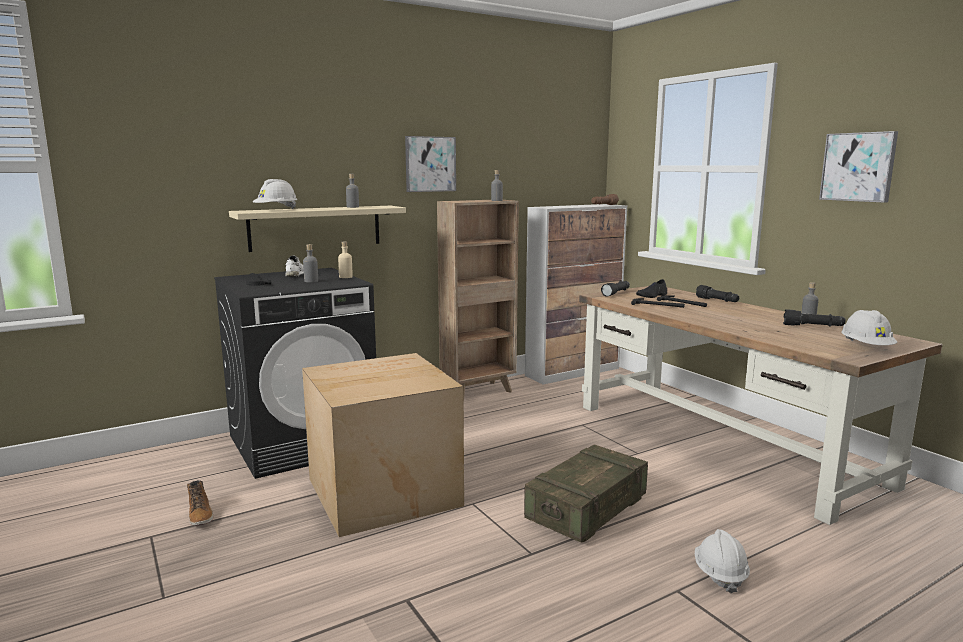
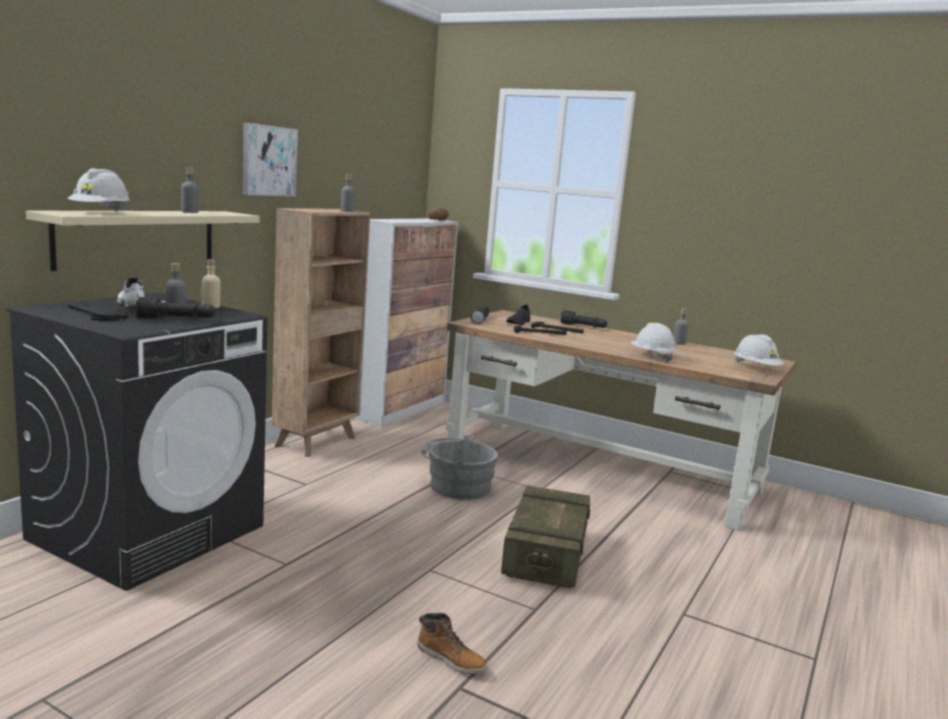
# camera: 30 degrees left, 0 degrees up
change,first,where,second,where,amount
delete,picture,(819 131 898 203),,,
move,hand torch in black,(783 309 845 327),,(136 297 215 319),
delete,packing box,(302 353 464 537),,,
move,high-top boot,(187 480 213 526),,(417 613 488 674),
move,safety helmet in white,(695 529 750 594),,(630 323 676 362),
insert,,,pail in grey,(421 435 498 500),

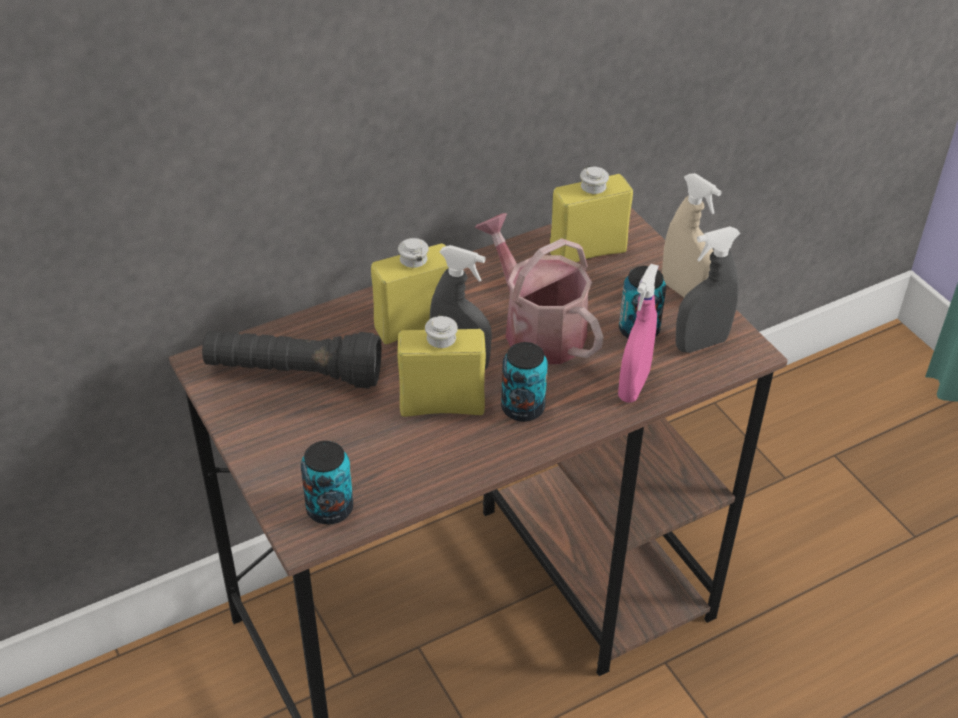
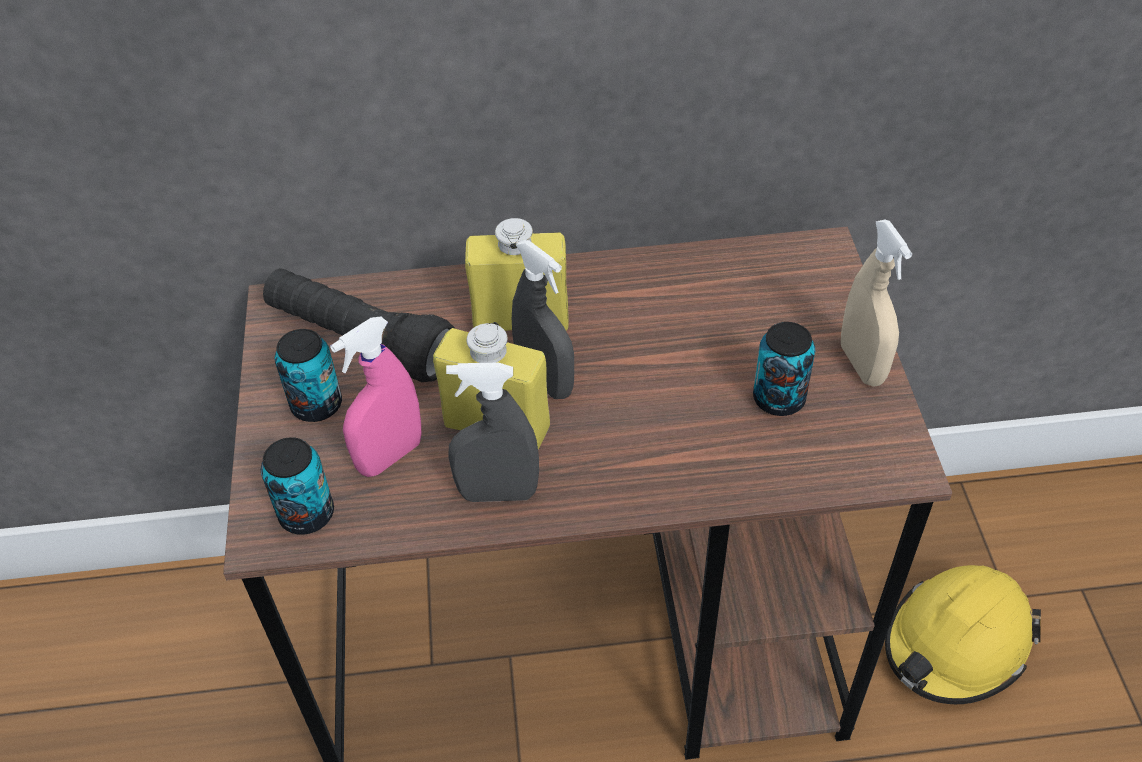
# camera: 25 degrees right, 5 degrees up
change,first,where,second,where,amount
delete,beverage bottle in yellowish,(550 166 633 262),,,
delete,sprinkling can,(474 213 604 364),,,
move,hand sprayer in grey,(675 226 740 353),,(446 363 539 502),
move,hand sprayer in pink,(618 264 659 403),,(330 316 421 477),
move,sealed can,(501 342 548 422),,(275 329 342 422),
insert,,,safety helmet in yellowish,(885 565 1041 704),

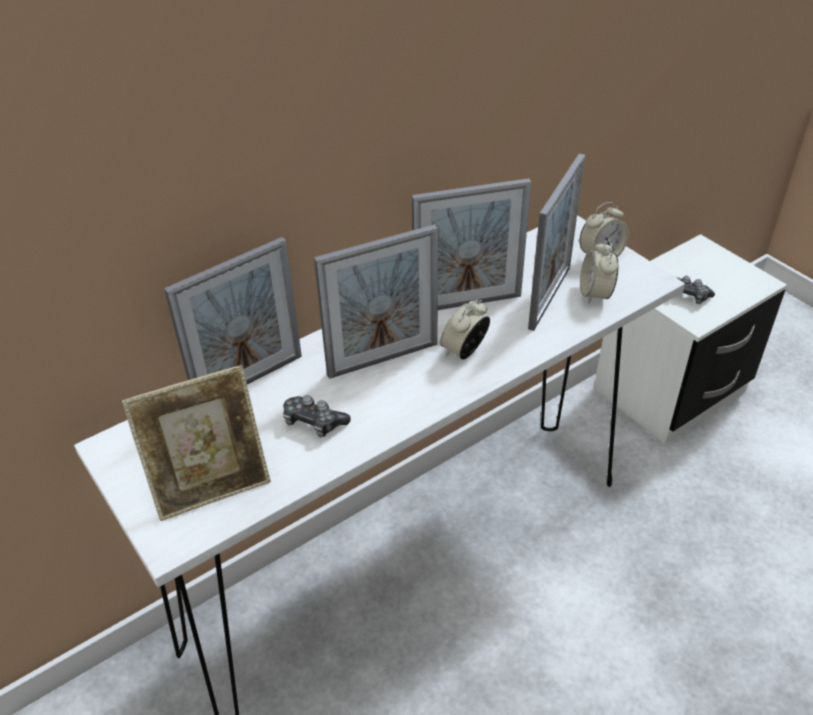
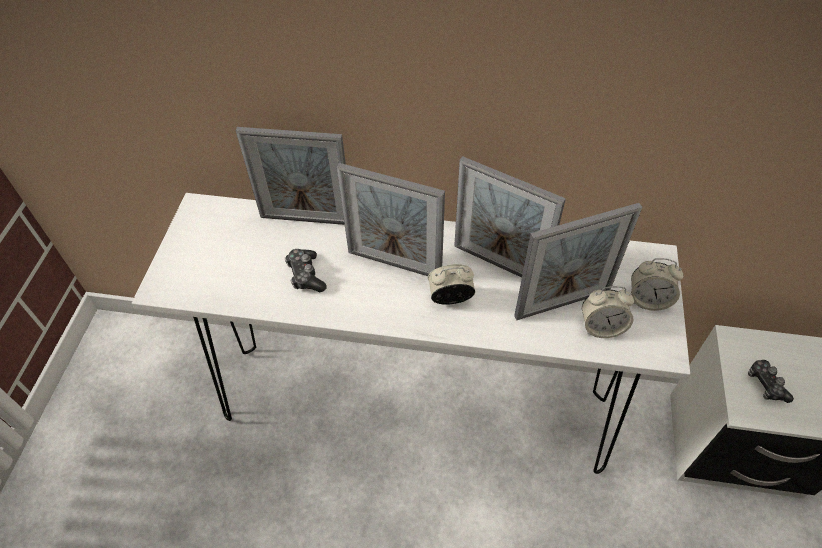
# camera: 45 degrees right, 10 degrees up
change,first,where,second,where,amount
rotate,bedside clock,(580 239 618 304),,(582 286 634 338),135 degrees counterclockwise
delete,standing frame,(122 365 271 521),,,

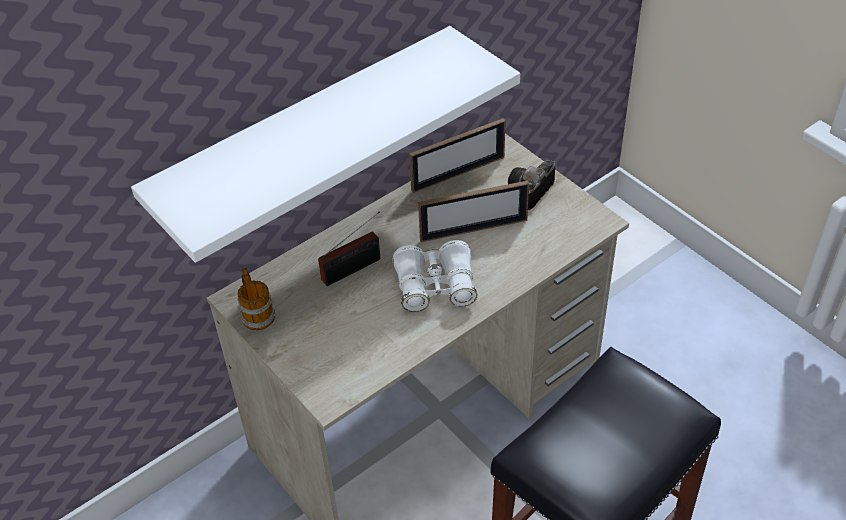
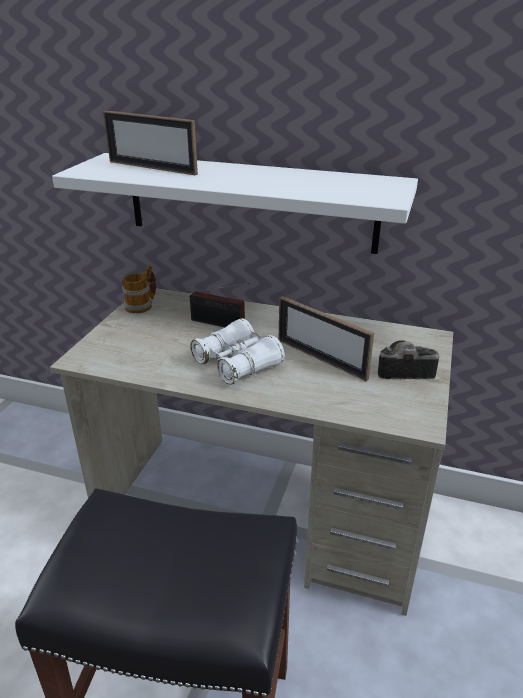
# camera: 55 degrees right, 15 degrees down
change,first,where,second,where,amount
move,standing frame,(409 118 506 193),,(103 111 198 175),

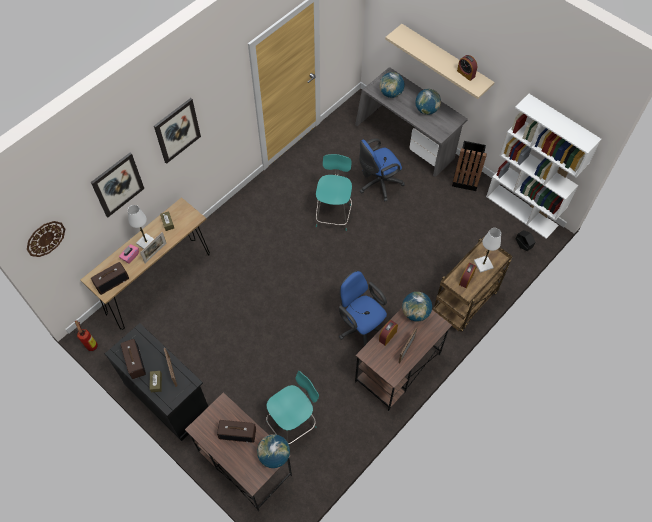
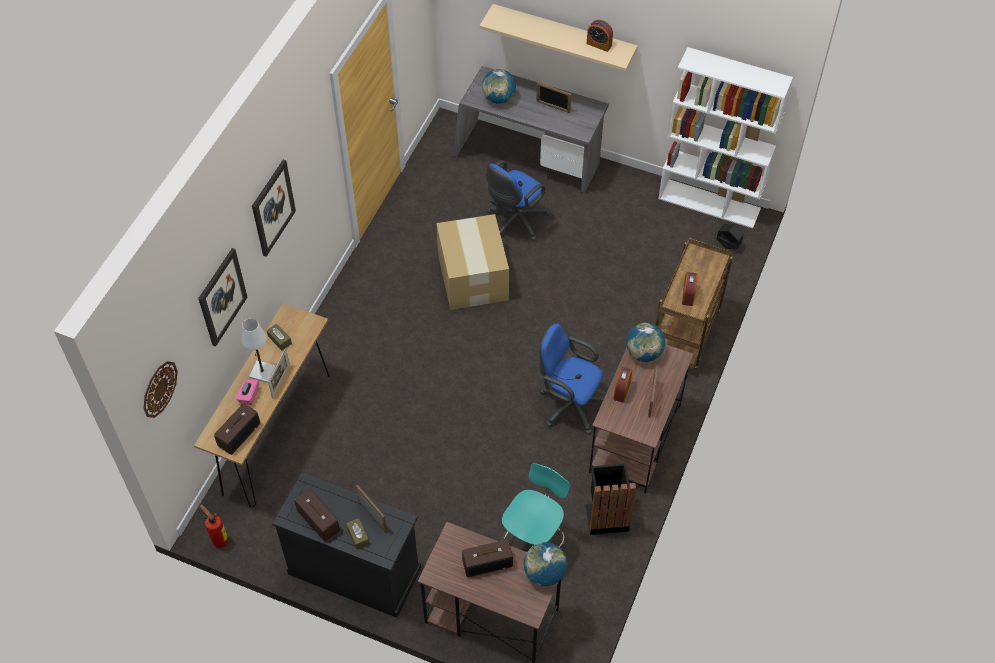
# camera: 20 degrees left, 5 degrees down
change,first,where,second,where,amount
replace,desk globe,(415 89 441 115),standing frame,(536 82 571 113),
move,waste bin in black,(452 141 487 191),,(585 463 636 535),
replace,chair in blue-green,(316 154 352 231),packing box,(436 214 509 310),
delete,table lamp in white,(474 228 501 273),,,

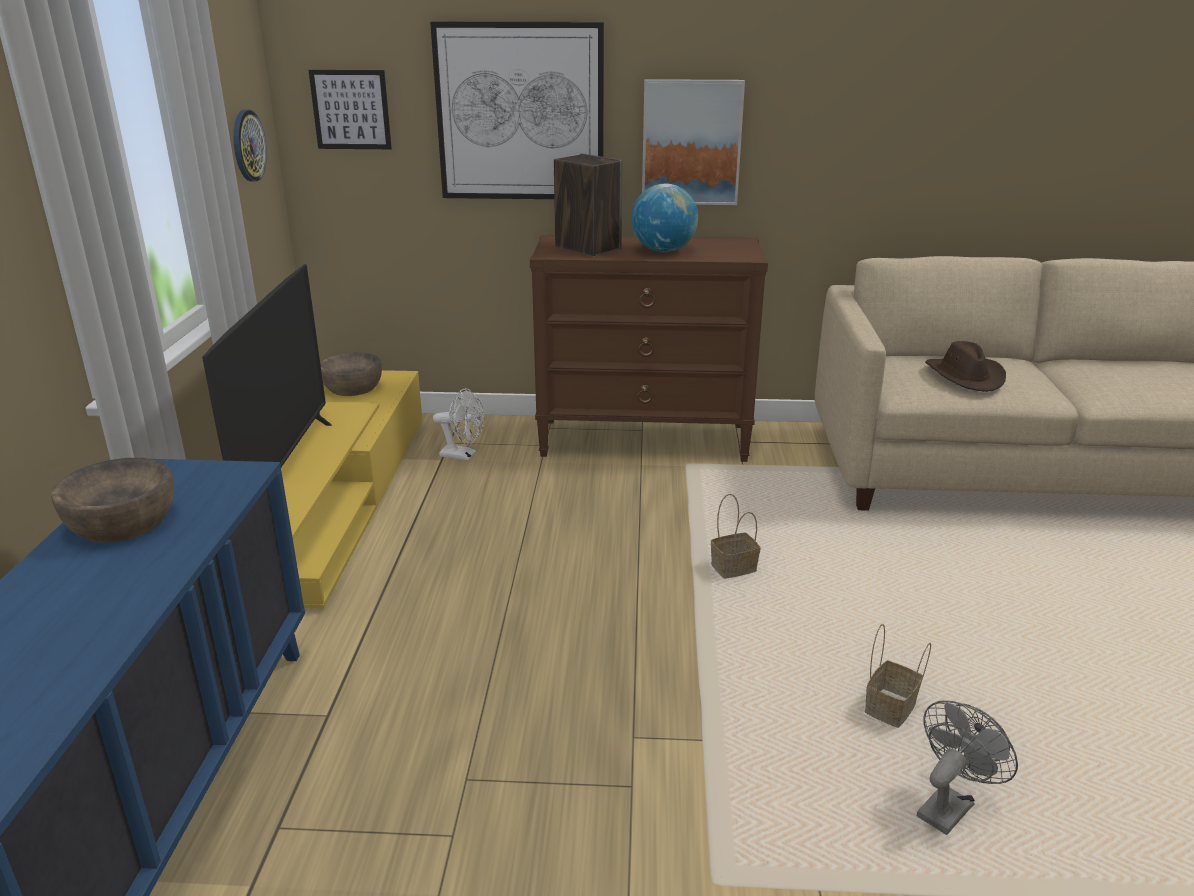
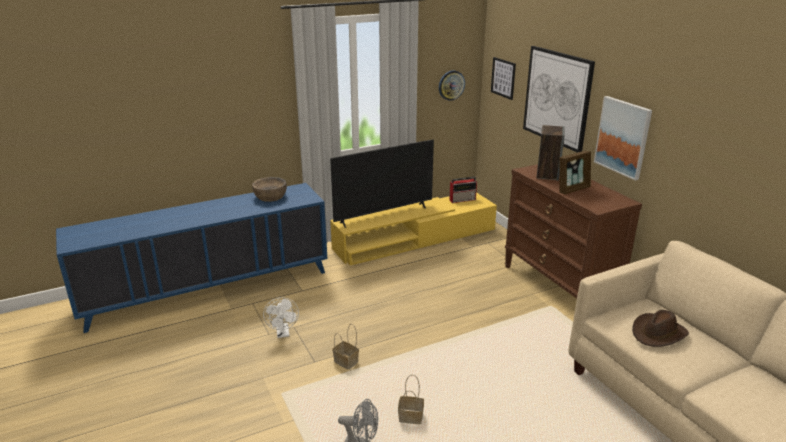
# camera: 60 degrees right, 0 degrees up
change,first,where,second,where,amount
replace,desk globe,(631 184 698 252),standing frame,(559 151 591 194),
replace,bowl in brown,(320 353 382 396),radio set,(449 177 477 203),
move,fan in white,(433 388 484 461),,(263 297 299 338),
move,basket,(711 494 760 579),,(333 324 359 370),

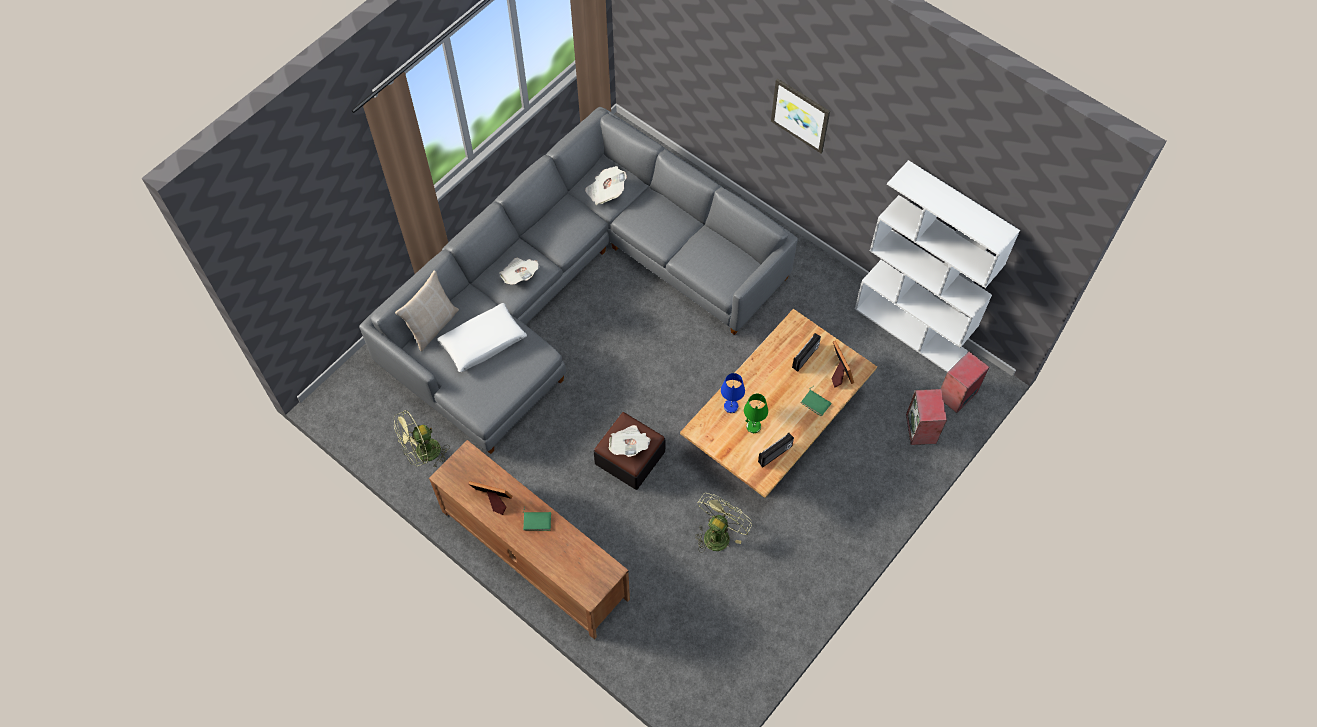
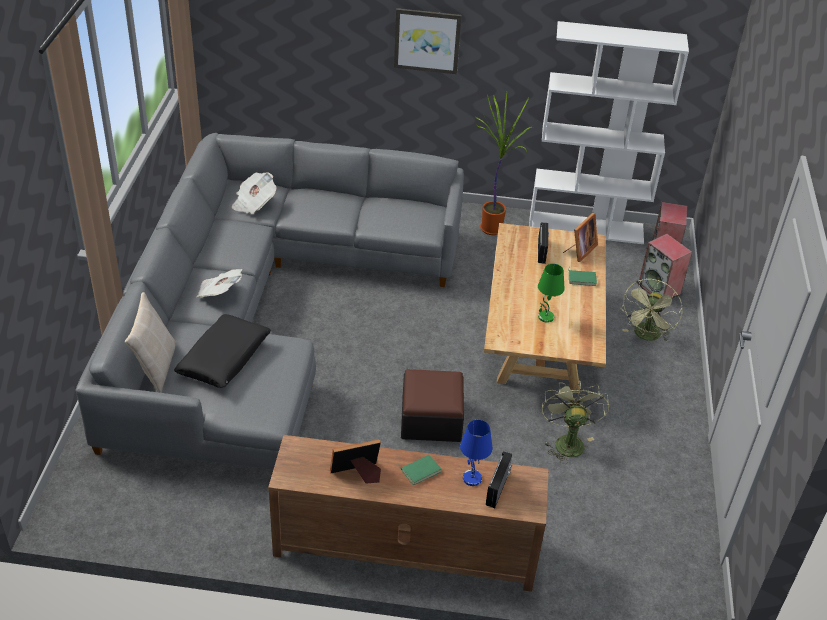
# camera: 35 degrees left, 20 degrees down
change,first,where,second,where,amount
recolor,cushion in white,(437 303 527 372),cushion in black,(174 314 271 388),
rotate,standing frame,(832 341 854 387),,(563 213 598 262),90 degrees clockwise
move,table lamp in bluish,(721 373 745 413),,(460 420 493 486),
move,fan in green,(394 410 449 468),,(622 279 683 342),
delete,printed paper,(609 425 651 457),,,
move,radio set,(758 433 794 467),,(486 451 512 508),
insert,,,houseplant,(476 92 535 235),

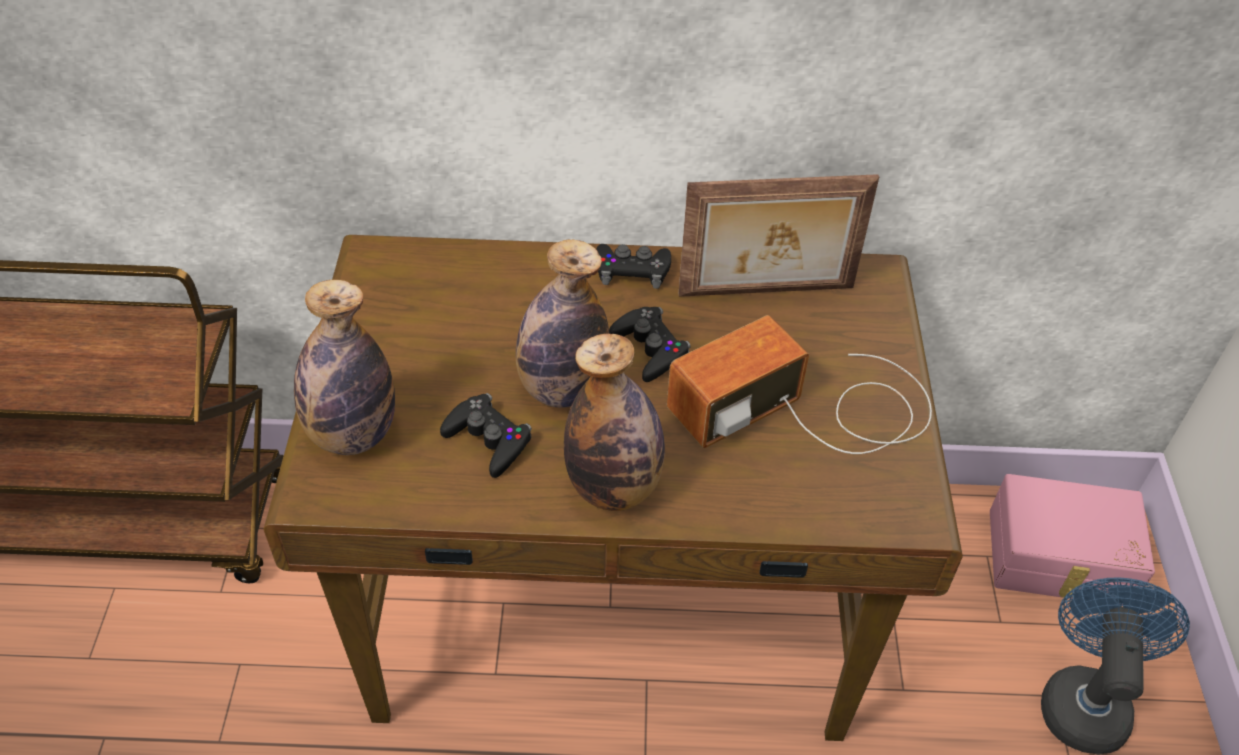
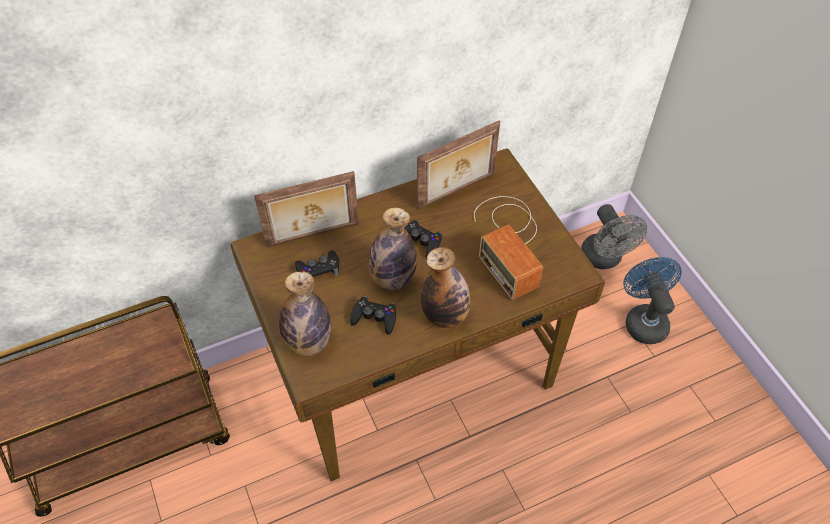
# camera: 25 degrees left, 5 degrees up
change,first,where,second,where,amount
move,game controller in black,(596 244 671 289),,(295 250 339 277),
rotate,radio set,(667 315 932 454),,(474 196 543 300),60 degrees counterclockwise
replace,storage container in pink,(990 474 1155 605),fan in grey,(581 204 647 269),
insert,,,standing frame,(254 171 359 247),

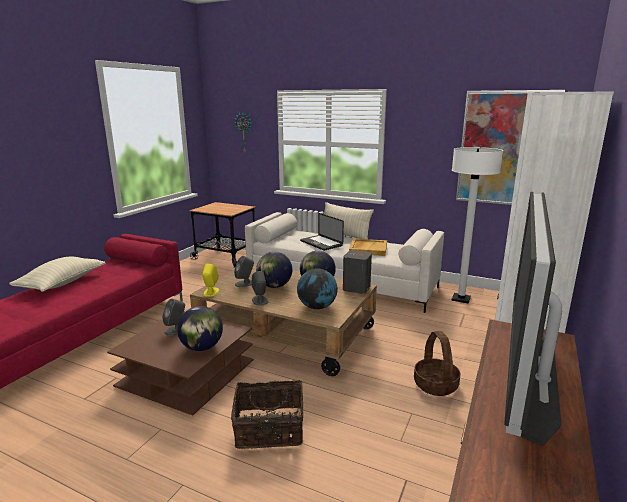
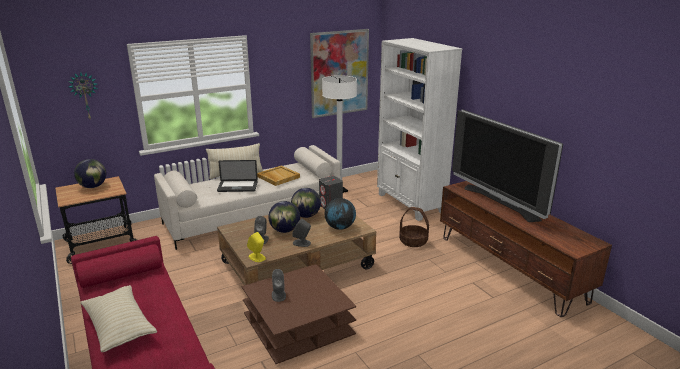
# camera: 55 degrees left, 5 degrees up
change,first,where,second,where,amount
move,desk globe,(177 306 223 351),,(74 159 106 188),
delete,basket,(231 380 303 449),,,

